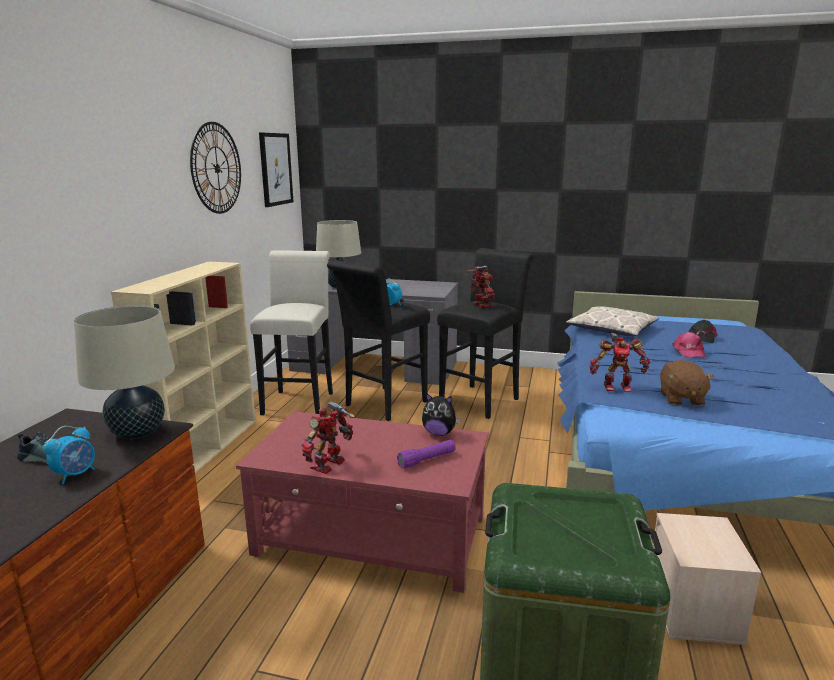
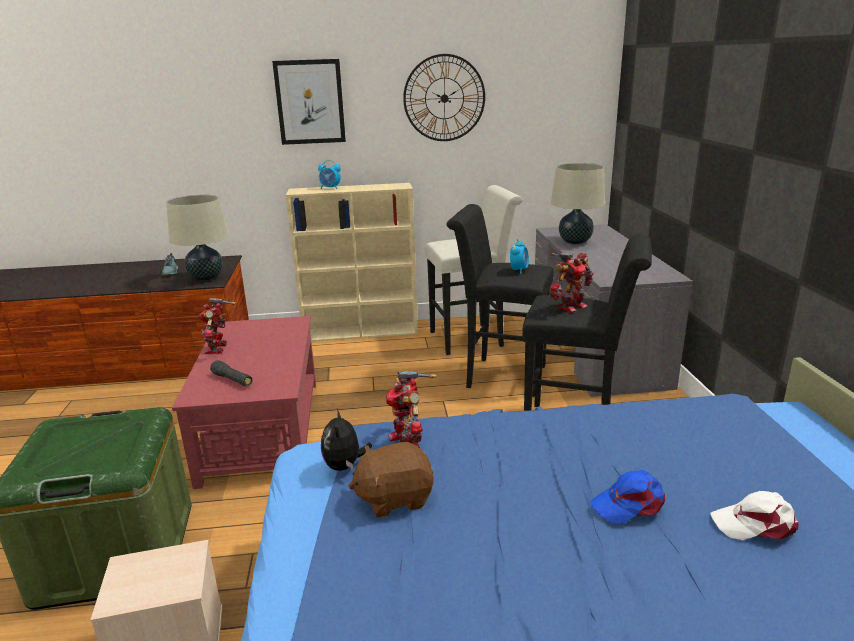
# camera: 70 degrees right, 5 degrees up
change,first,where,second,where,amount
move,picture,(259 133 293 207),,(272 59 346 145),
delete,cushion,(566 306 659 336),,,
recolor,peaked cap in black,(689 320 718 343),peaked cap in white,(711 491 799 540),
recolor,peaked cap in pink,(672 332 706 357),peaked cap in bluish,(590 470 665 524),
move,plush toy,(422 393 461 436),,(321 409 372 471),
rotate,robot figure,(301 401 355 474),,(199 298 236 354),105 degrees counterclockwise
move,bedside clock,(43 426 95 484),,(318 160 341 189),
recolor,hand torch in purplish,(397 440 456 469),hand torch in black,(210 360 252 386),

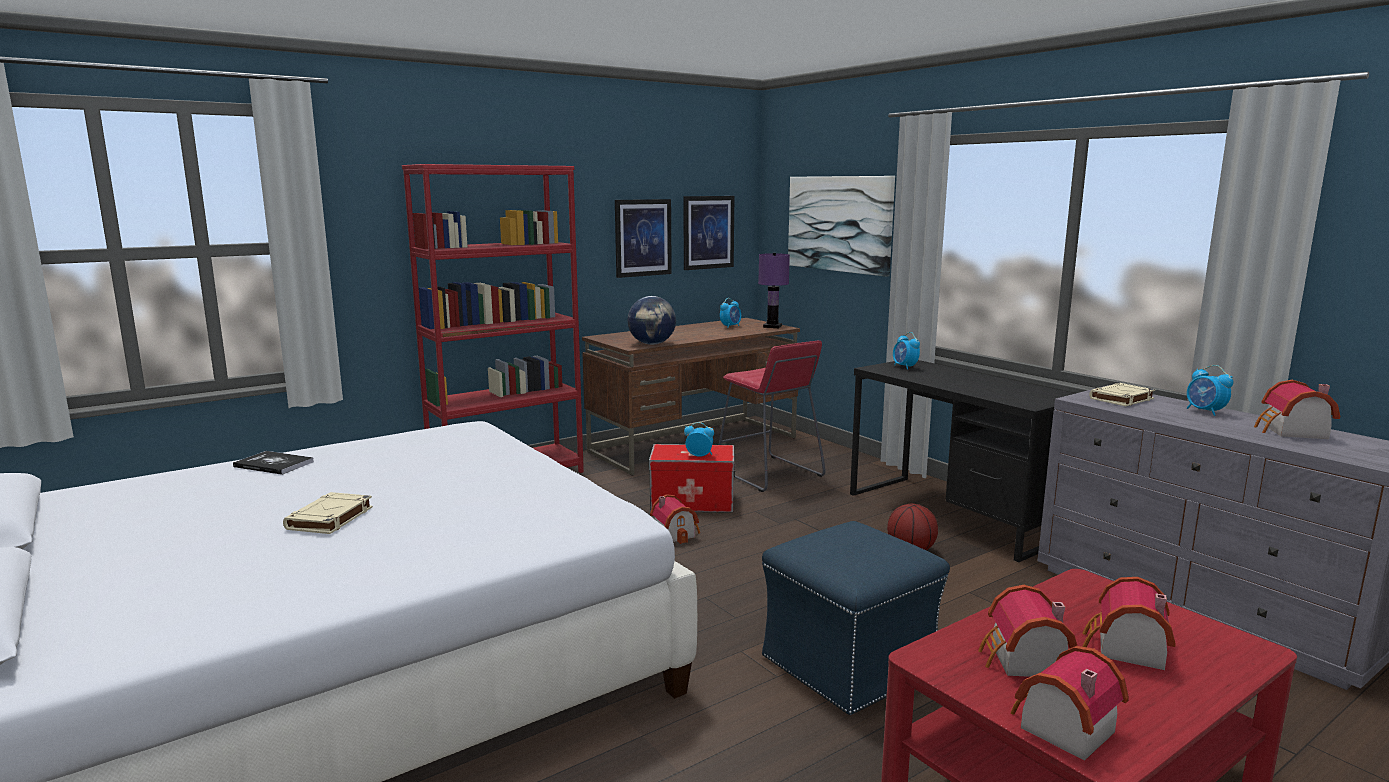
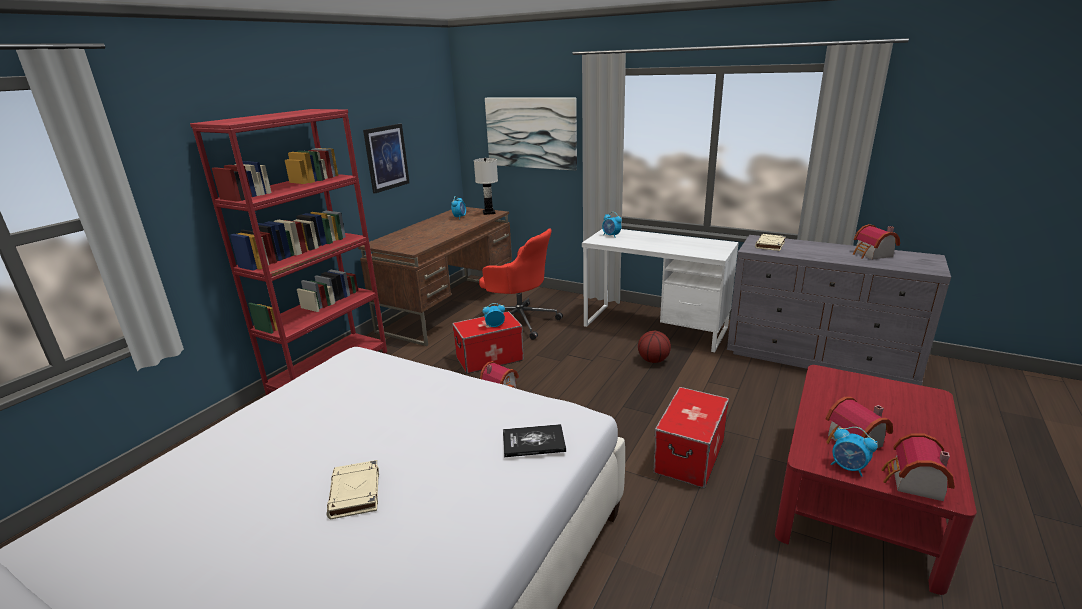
# camera: 25 degrees left, 10 degrees up
change,first,where,second,where,amount
delete,picture,(684 196 734 270),,,
recolor,table lamp in purplish,(758 253 790 328),table lamp in white,(474 158 498 215),
delete,desk globe,(628 296 676 345),,,
replace,sitting stool in red,(719 340 826 492),office chair in red,(479 228 563 340),
recolor,desk table in black,(850 360 1076 562),desk table in white,(582 229 739 352),
move,bedside clock,(1187 365 1233 416),,(831 427 877 477),
move,volume,(233 451 314 475),,(503 424 566 457),
replace,footrest in bluish,(762 521 950 715),storage container,(653 387 729 488),
delete,toy house,(1082 577 1176 670),,,

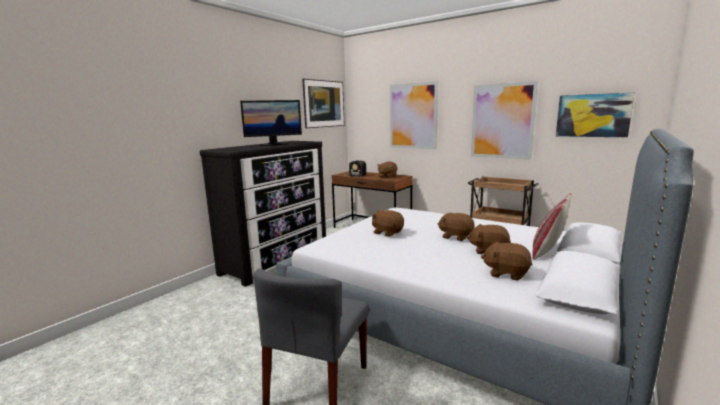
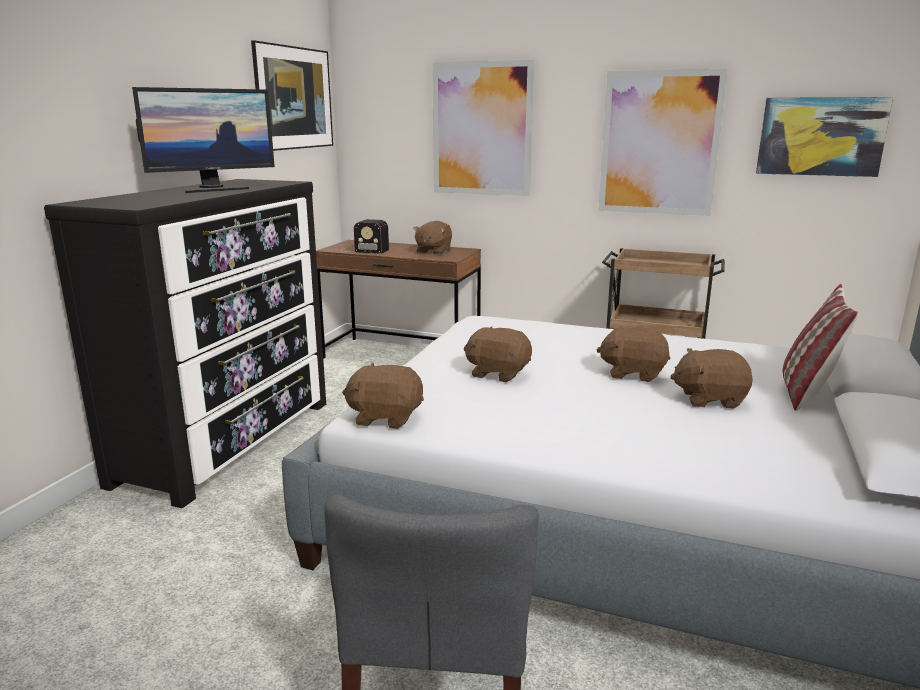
# camera: 15 degrees left, 5 degrees up
change,first,where,second,where,amount
move,plush toy in brown,(481 241 533 281),,(342 363 424 429),

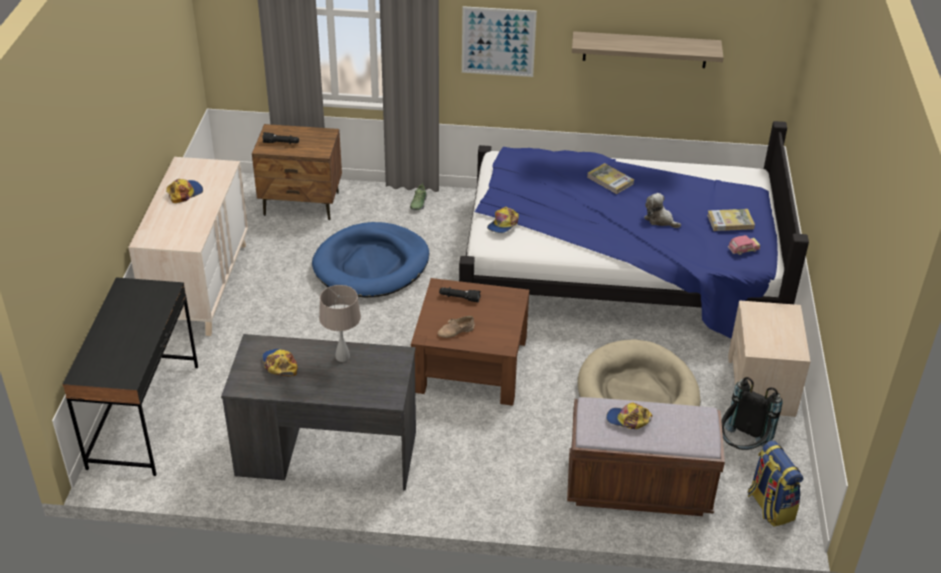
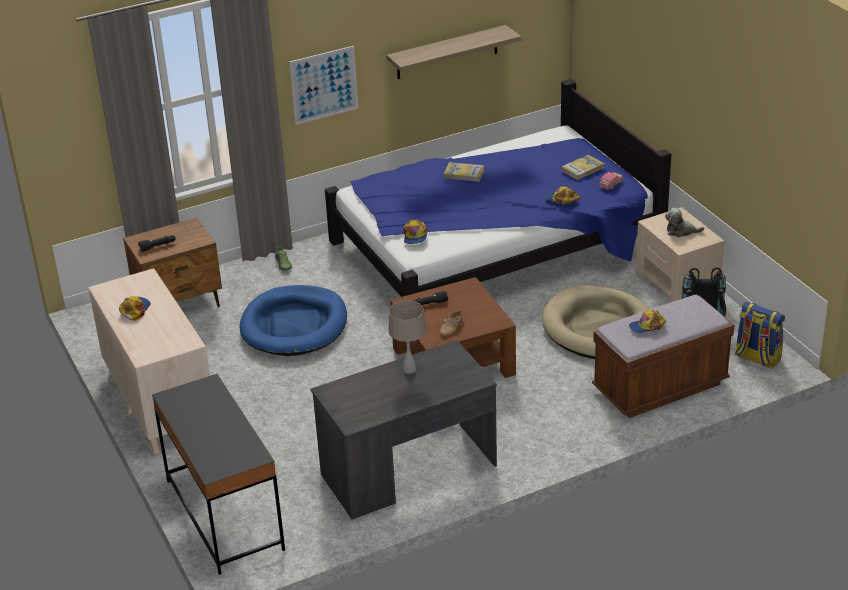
# camera: 30 degrees left, 5 degrees down
change,first,where,second,where,amount
move,plush toy,(644 193 681 228),,(665 208 704 237),
move,peaked cap,(262 349 297 376),,(545 186 580 204),

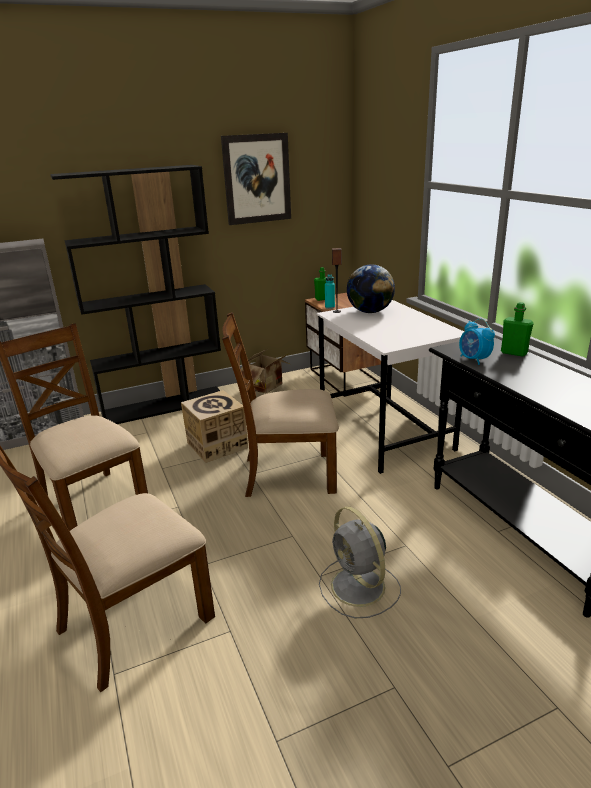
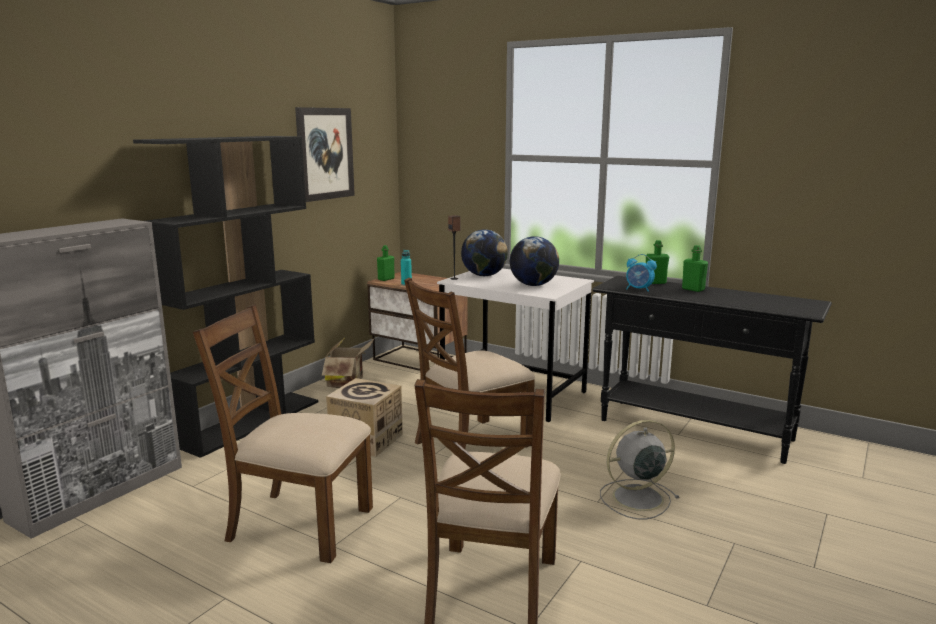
# camera: 35 degrees left, 10 degrees down
change,first,where,second,where,amount
rotate,fan in grey,(319 506 401 618),,(600 420 679 519),135 degrees clockwise
insert,,,desk globe,(510 236 559 286),
insert,,,beverage bottle in green,(682 245 708 292),

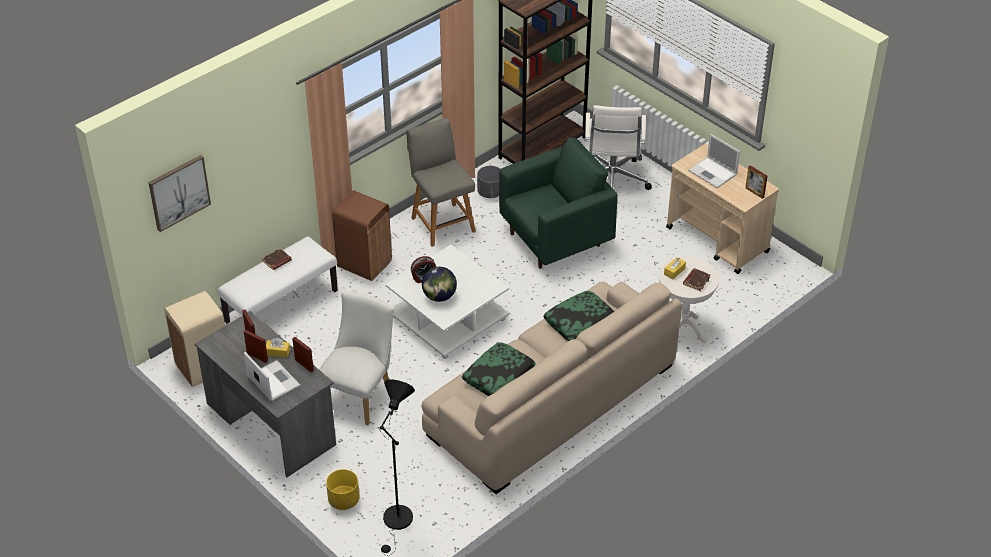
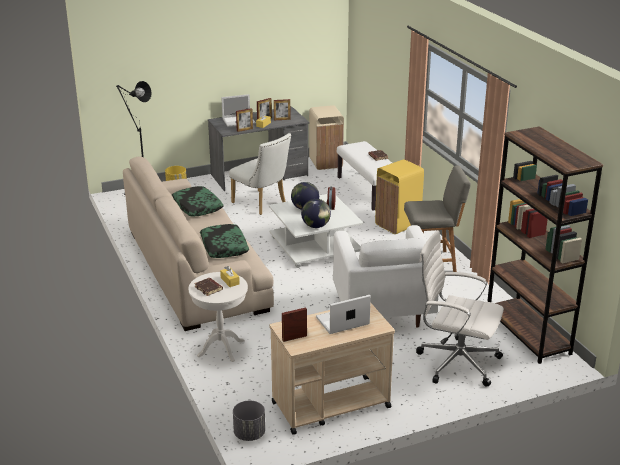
# camera: 110 degrees right, 15 degrees down
change,first,where,second,where,amount
recolor,armchair in green,(499 137 618 269),armchair in white,(333 225 438 328),
delete,picture,(148 155 211 232),,,
move,planter in grey,(477 166 500 198),,(233 401 265 441),
recolor,waste bin in brown,(332 190 392 281),waste bin in yellowish,(375 159 424 234),
insert,,,desk globe,(301 199 331 228),

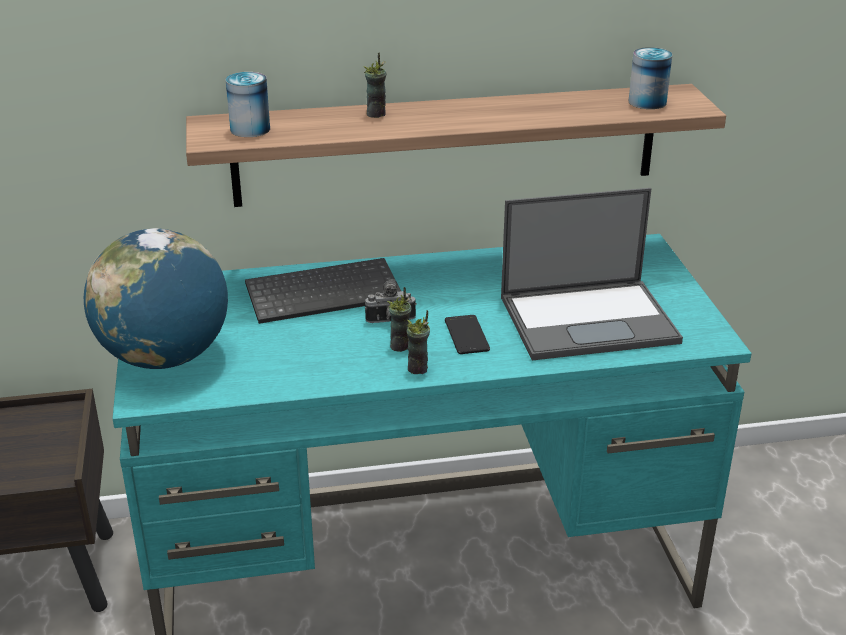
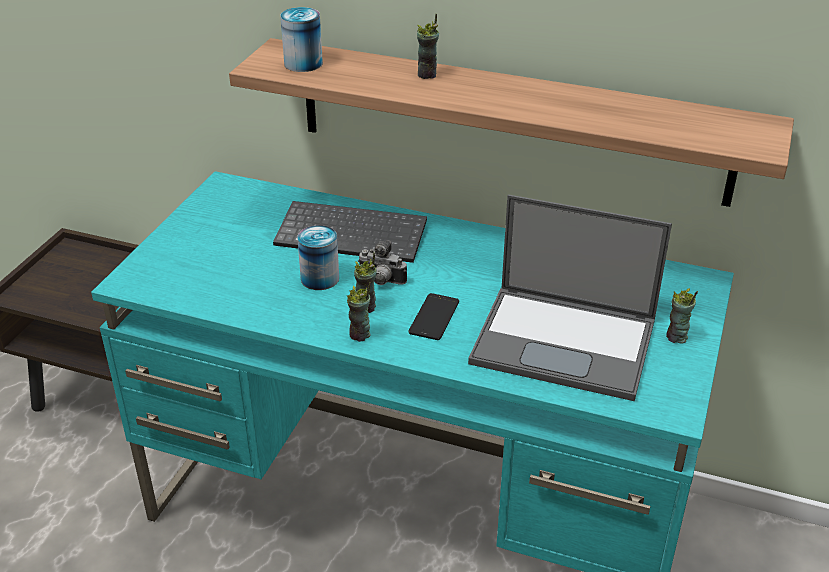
# camera: 30 degrees right, 5 degrees up
change,first,where,second,where,amount
move,sealed can,(629 47 672 109),,(297 225 339 290),
delete,desk globe,(84 228 228 369),,,
insert,,,drinking cup,(666 288 698 344),

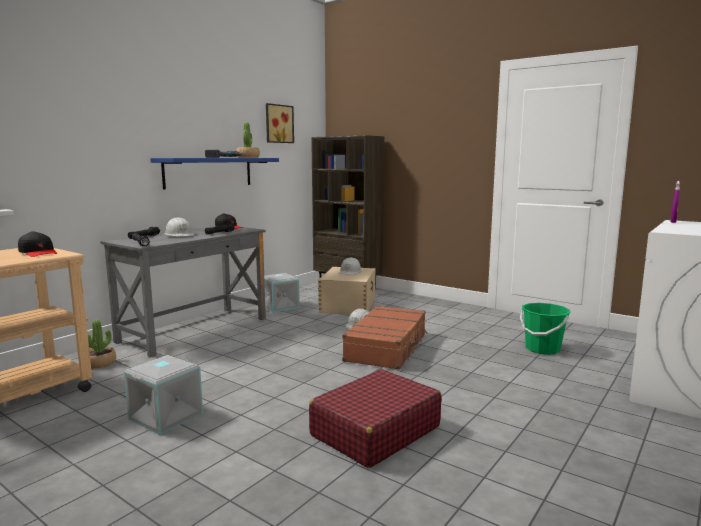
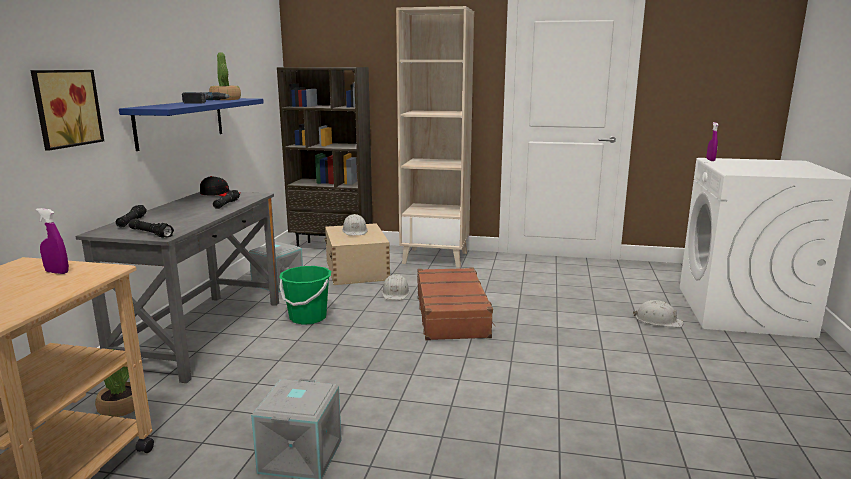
# camera: 25 degrees left, 5 degrees up
change,first,where,second,where,amount
move,picture,(266 103 294 143),,(31 70 104 151),
move,safety helmet in white,(164 217 194 237),,(633 300 684 328),
replace,peaked cap in black,(18 231 57 257),hand sprayer in purplish,(36 208 69 274),
move,pail in green,(520 303 571 355),,(279 266 331 325),
delete,travel case in red,(309 369 442 468),,,
insert,,,bookshelf in beige-coloured,(396 6 474 268),

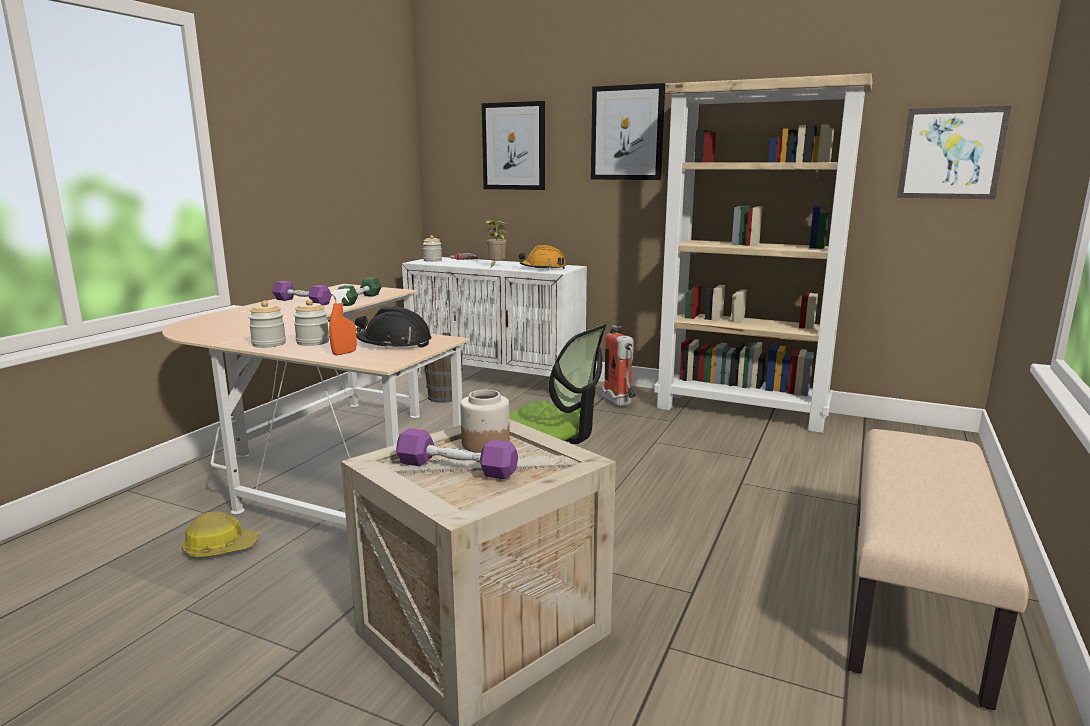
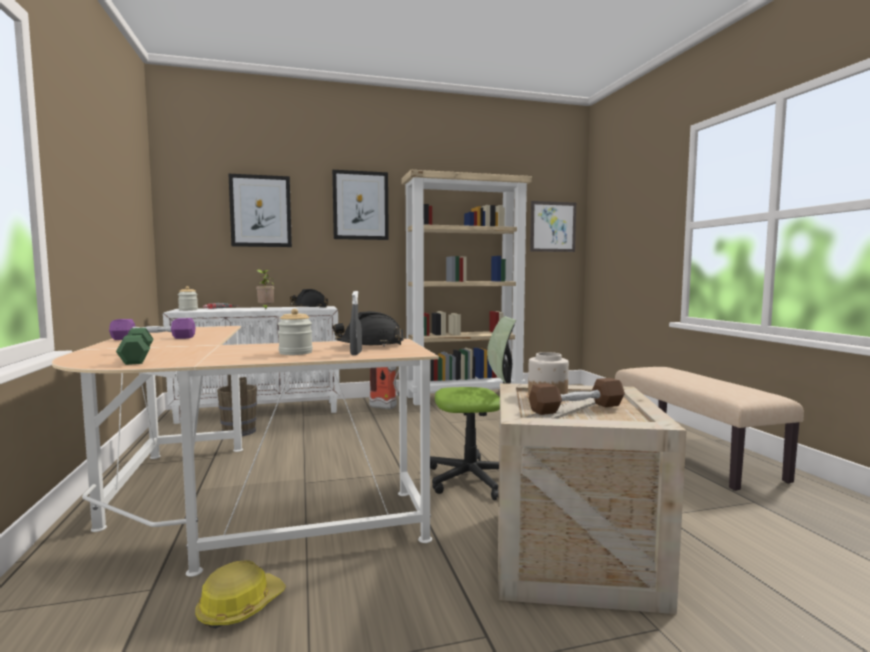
# camera: 40 degrees left, 10 degrees down
change,first,where,second,where,amount
recolor,safety helmet in orange,(518 245 567 270),safety helmet in black,(290 289 329 308),
move,free weight in green,(338 277 382 306),,(116 328 153 365),
recolor,hand sprayer in orange,(329 288 357 355),hand sprayer in grey,(350 291 362 355),
delete,jar,(248 301 286 348),,,
recolor,free weight in purplish,(396 428 518 479),free weight in brown,(529 378 625 415),

